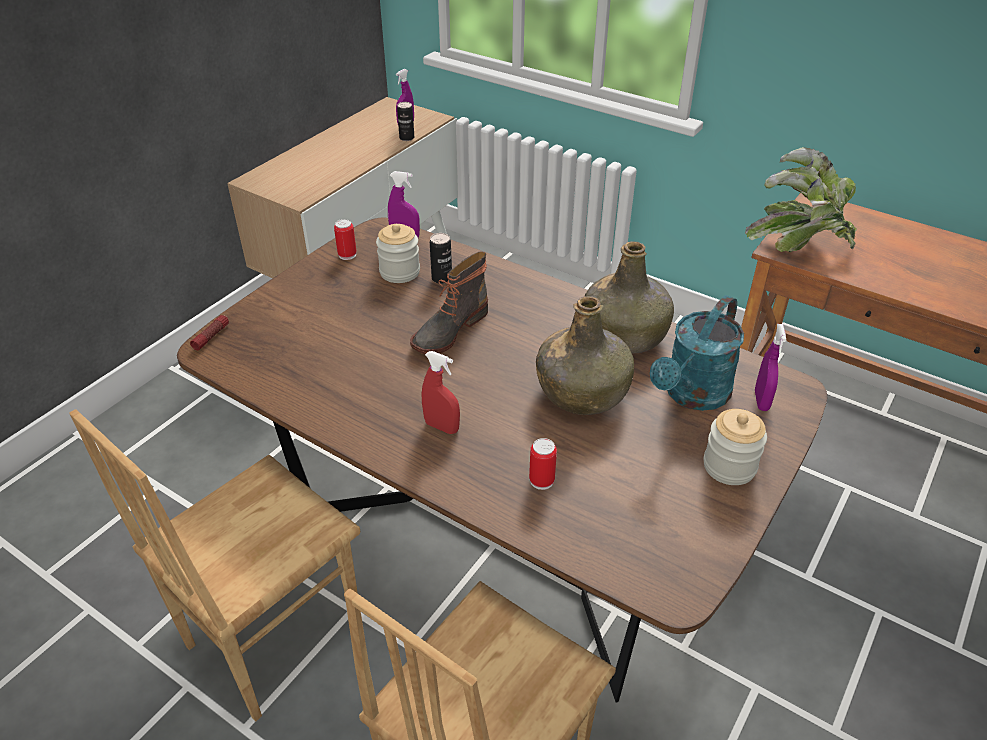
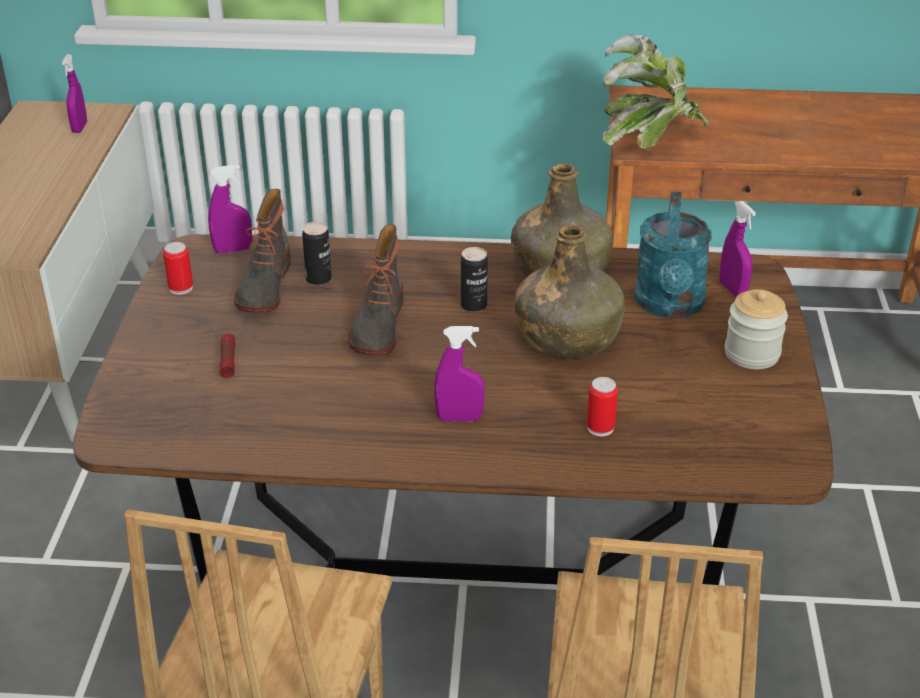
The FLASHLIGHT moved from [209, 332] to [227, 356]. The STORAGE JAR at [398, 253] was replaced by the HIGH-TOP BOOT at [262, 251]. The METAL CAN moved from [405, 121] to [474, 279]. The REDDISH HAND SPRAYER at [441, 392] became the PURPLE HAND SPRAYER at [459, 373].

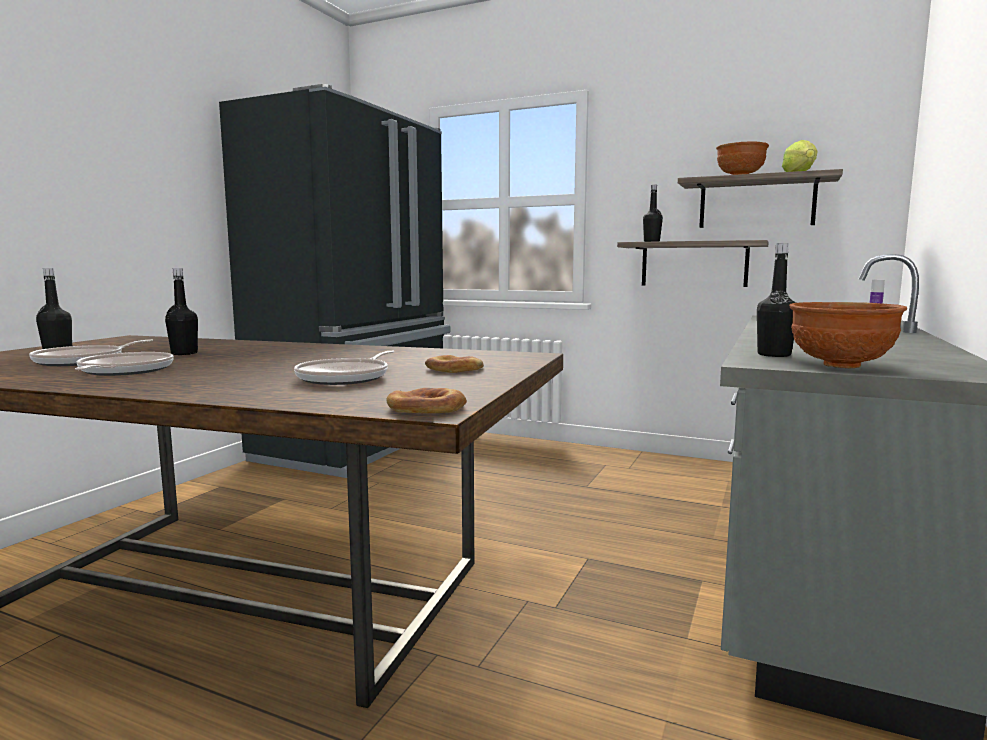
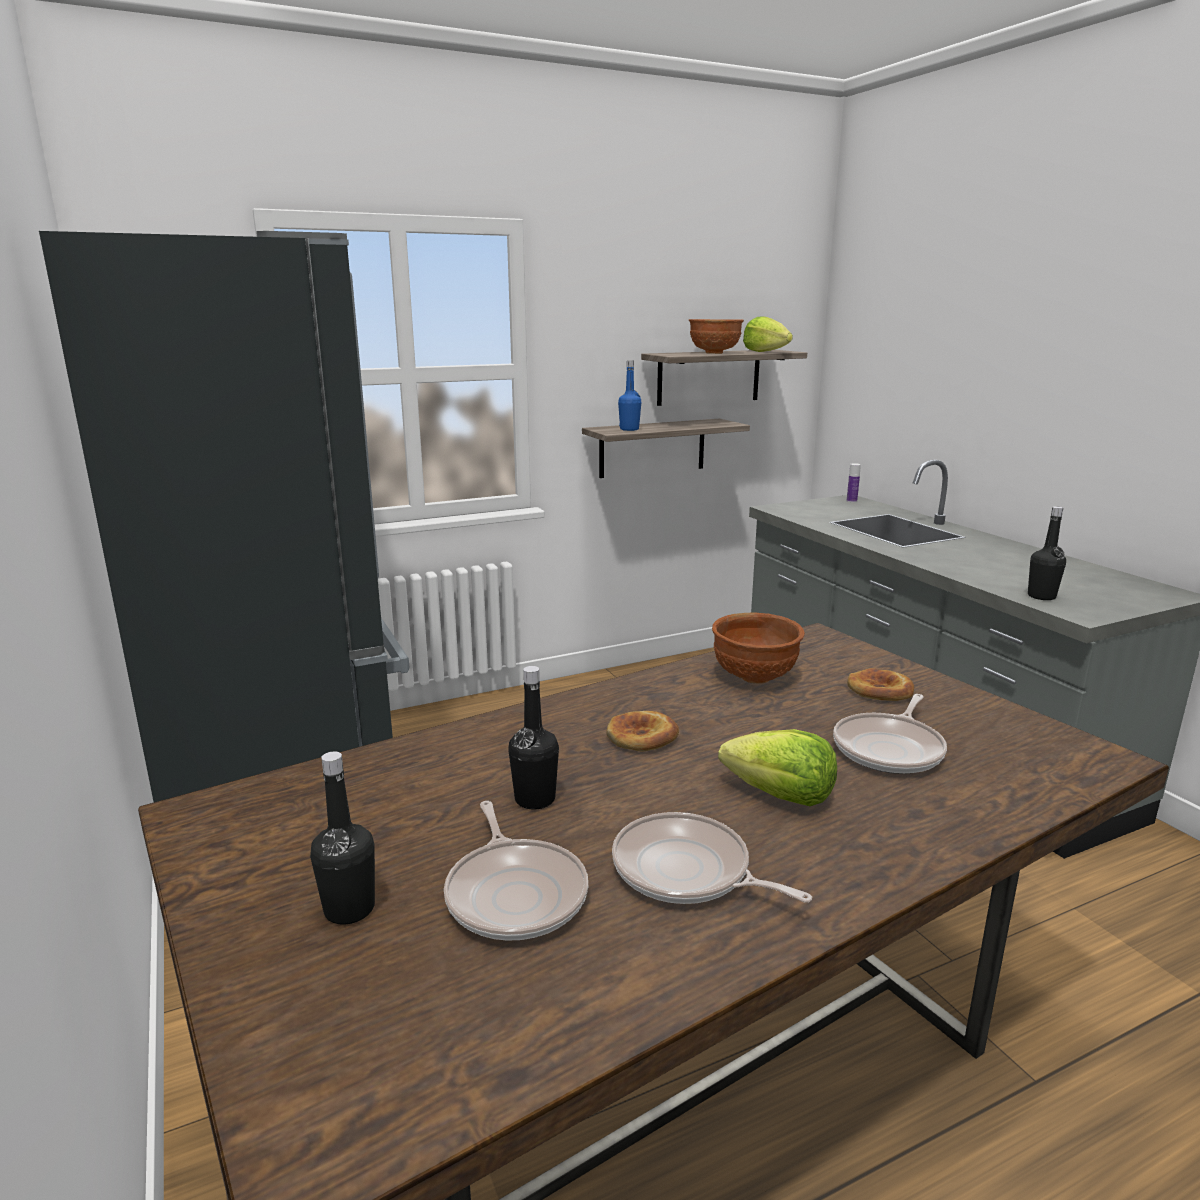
The SKILLET at [344, 367] turned 60 degrees clockwise. The BREAD moved from [426, 400] to [642, 731]. The BLACK-COLOURED BEVERAGE BOTTLE at [653, 213] became the BLUE-COLOURED BEVERAGE BOTTLE at [630, 395]. The BROWNISH SERVING BOWL moved from [848, 335] to [758, 648]. The HEAD OF LETTUCE at [777, 767] appeared.

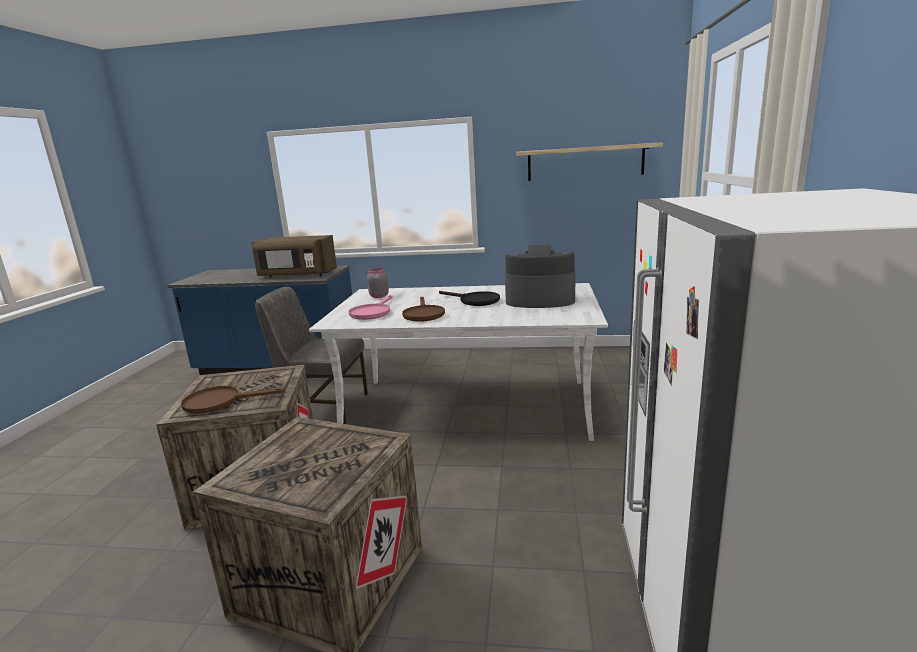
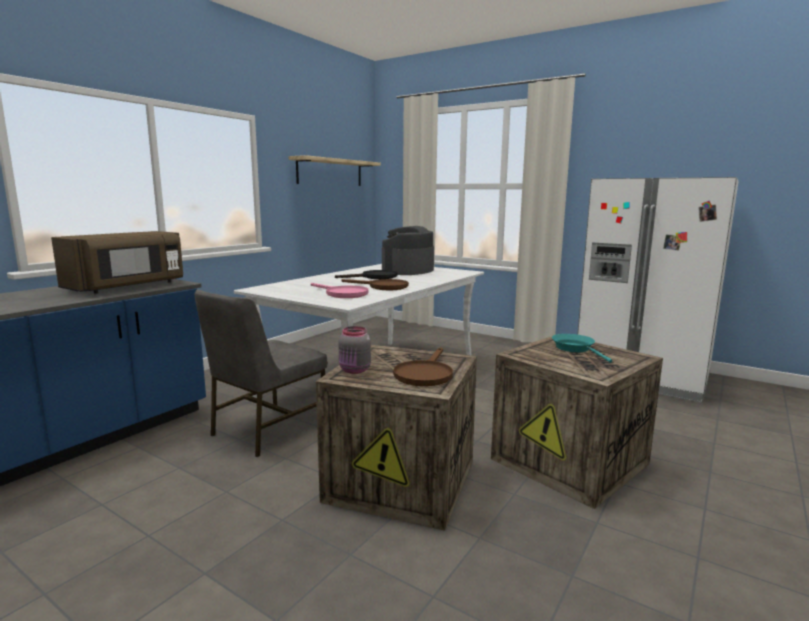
The GREYISH STORAGE JAR moved from [378, 283] to [354, 350]. The BLUE-GREEN SKILLET at [582, 348] appeared.

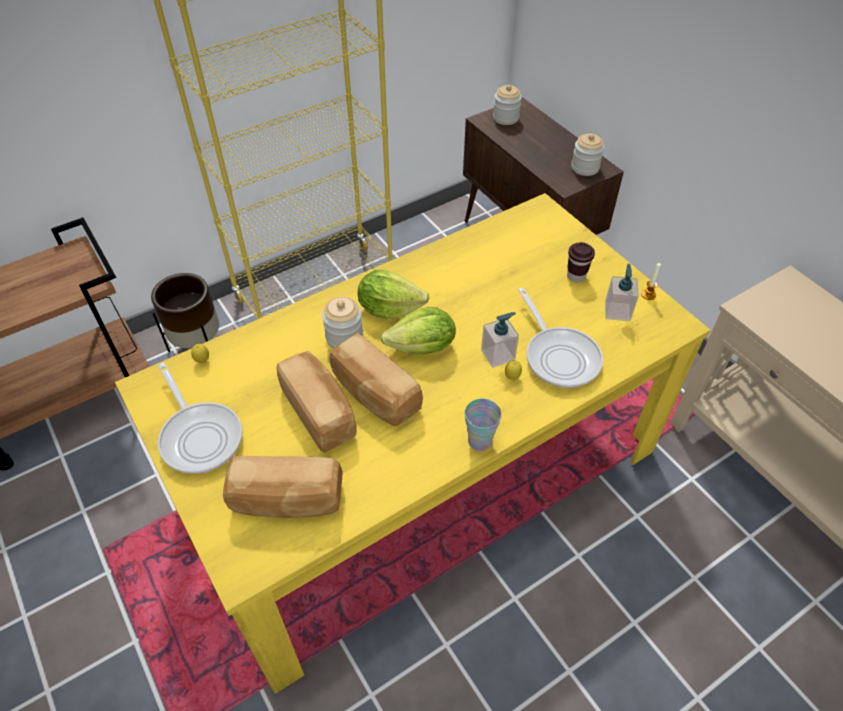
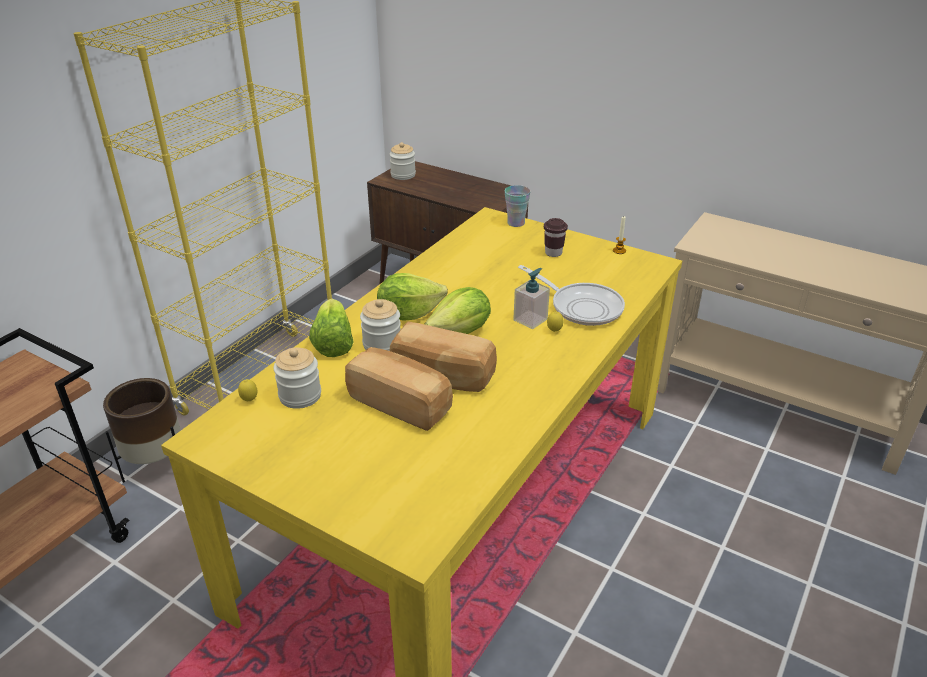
The SKILLET at [200, 418] disappeared. The BREAD at [283, 487] disappeared. The CUP moved from [483, 425] to [517, 206]. The STORAGE JAR moved from [587, 155] to [297, 378]. The SOAP BOTTLE at [622, 292] disappeared. The HEAD OF LETTUCE at [331, 328] appeared.

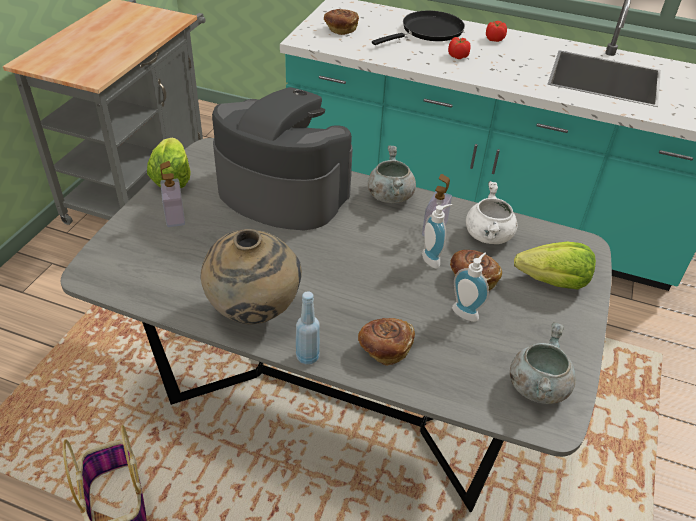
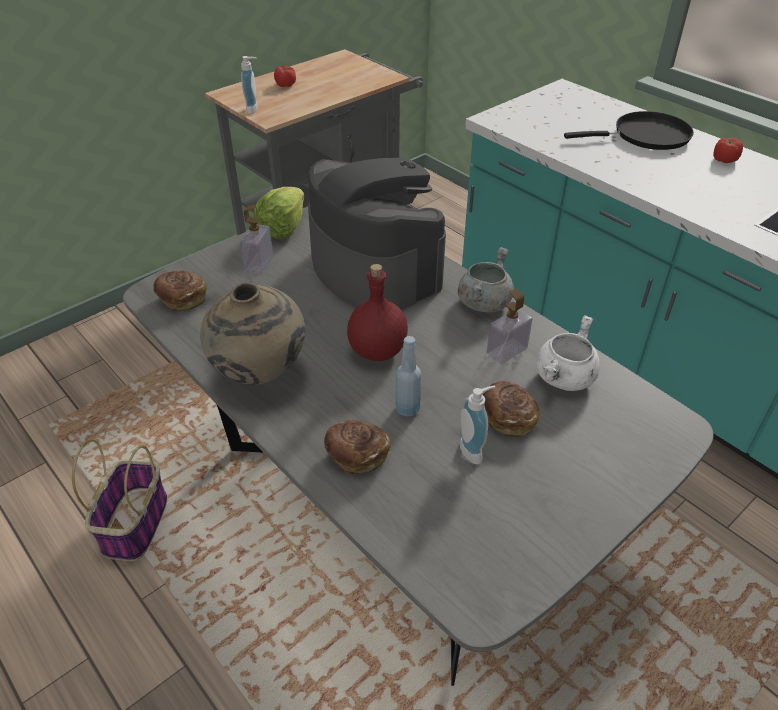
The BLUE-COLOURED BEVERAGE BOTTLE moved from [308, 328] to [408, 376]. The BREAD moved from [341, 22] to [180, 291]. The SOAP BOTTLE moved from [437, 236] to [249, 85]. The FRESH TOMATO moved from [459, 48] to [285, 76]. The GREYISH COOKING POT at [543, 363] disappeared. The HEAD OF LETTUCE at [555, 266] disappeared. The REDDISH BEVERAGE BOTTLE at [377, 312] appeared.

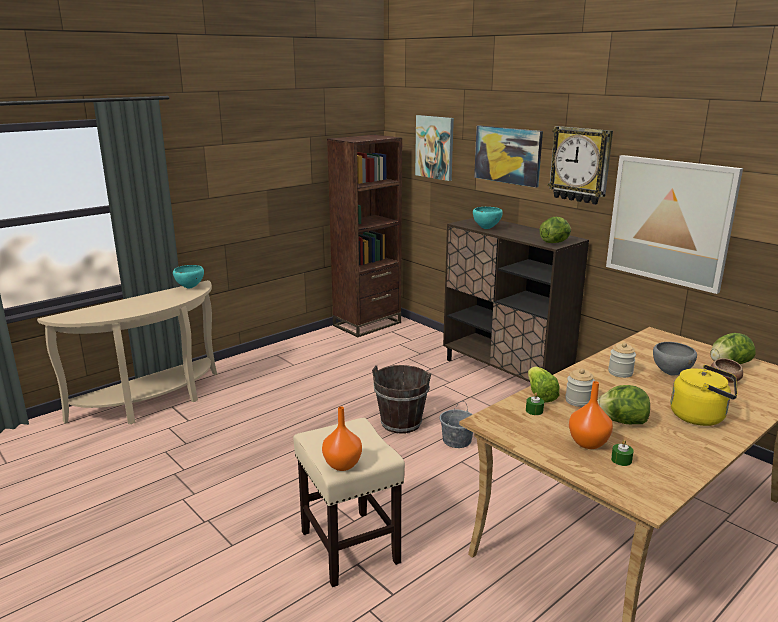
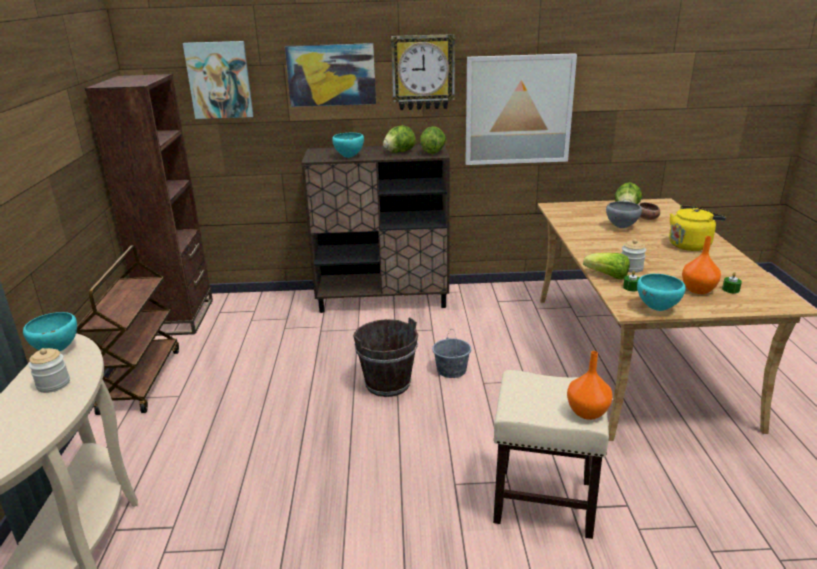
The HEAD OF LETTUCE moved from [623, 404] to [399, 139]. The STORAGE JAR moved from [622, 360] to [49, 370]. The BROWNISH WHEELED CART at [127, 330] appeared. The BLUE-GREEN SERVING BOWL at [661, 292] appeared.

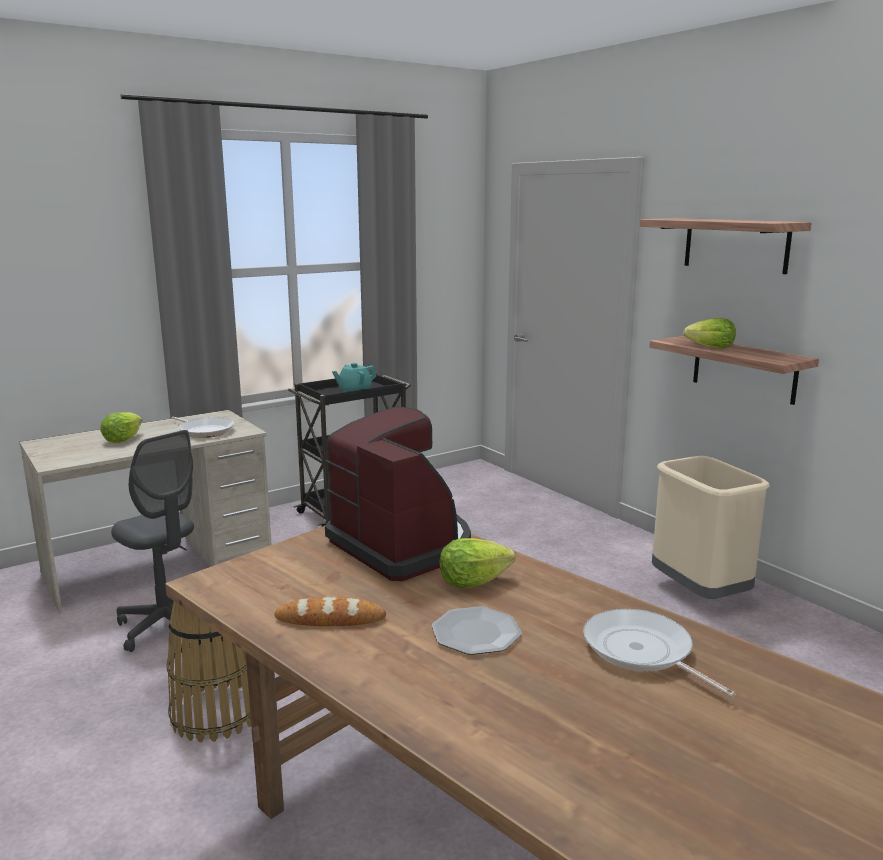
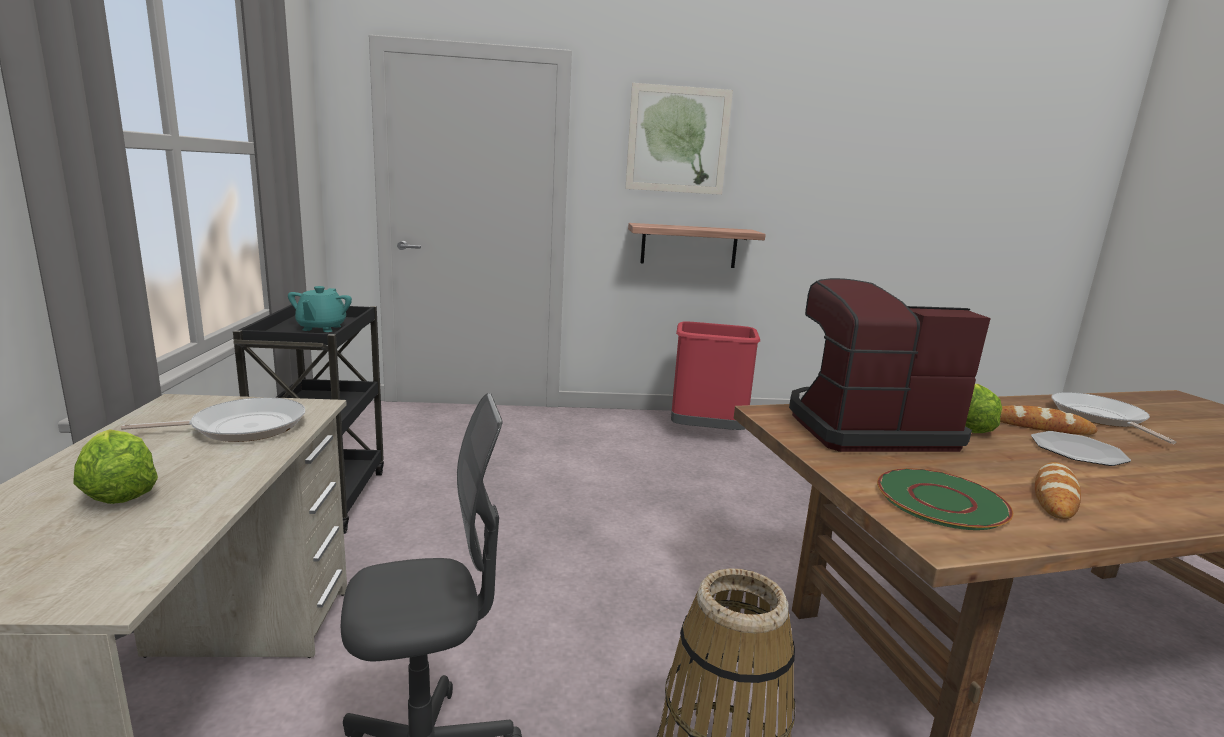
The SKILLET at [659, 653] turned 90 degrees clockwise. The SHELF at [726, 246] was replaced by the WALL PICTURE at [679, 139]. The BEIGE RUBBISH BIN at [711, 527] became the REDDISH RUBBISH BIN at [715, 376]. The HEAD OF LETTUCE at [709, 333] disappeared. The GREENISH PLATE at [945, 499] appeared. The BREAD at [1048, 420] appeared.

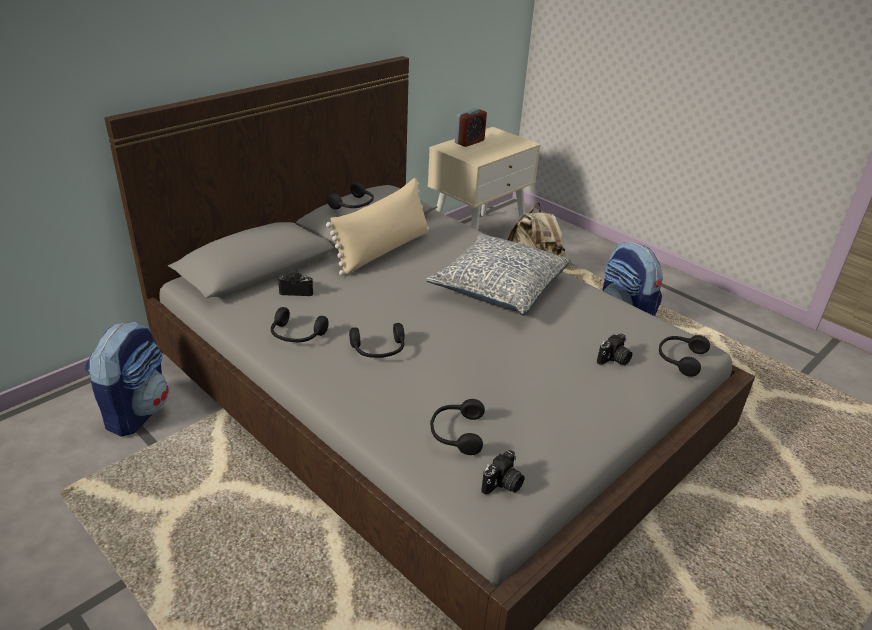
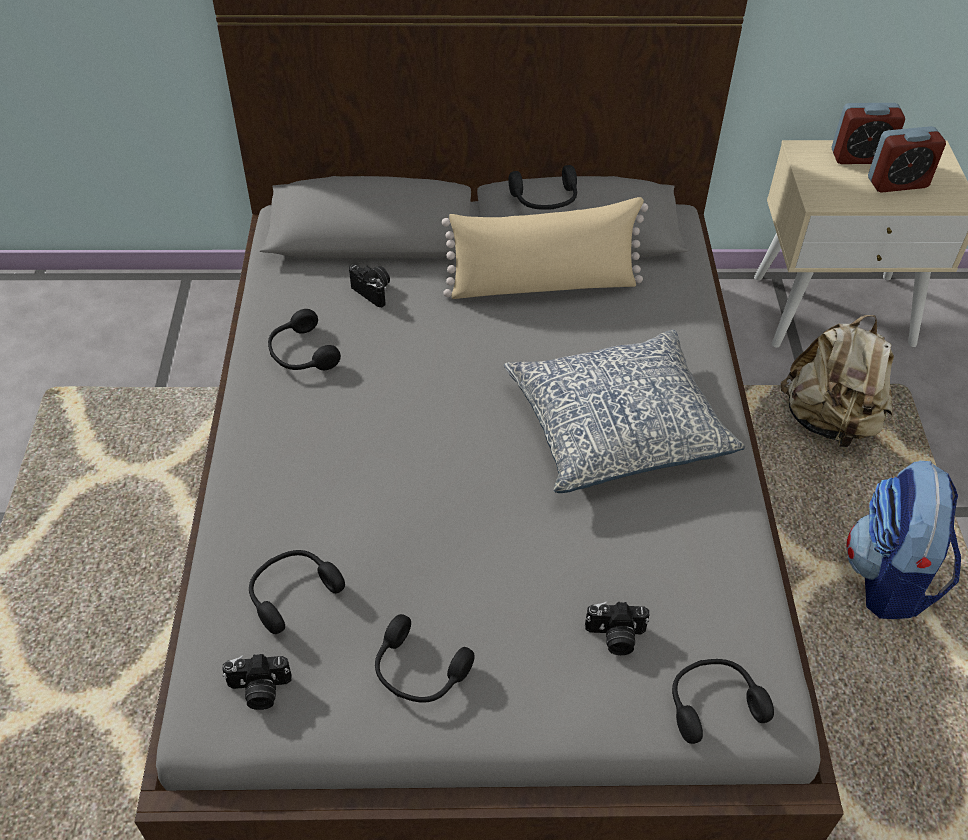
The KNAPSACK at [127, 379] disappeared. The BLACK-COLOURED HEADSET moved from [377, 340] to [425, 658]. The ALARM CLOCK at [907, 159] appeared.

